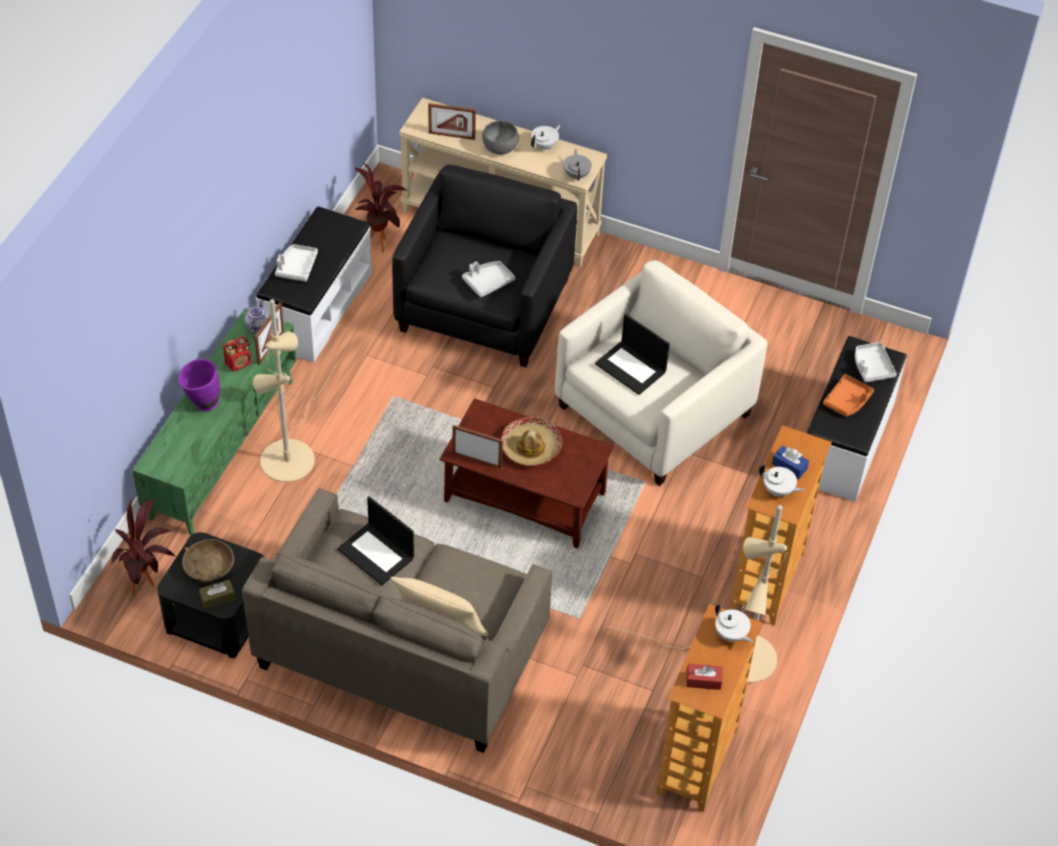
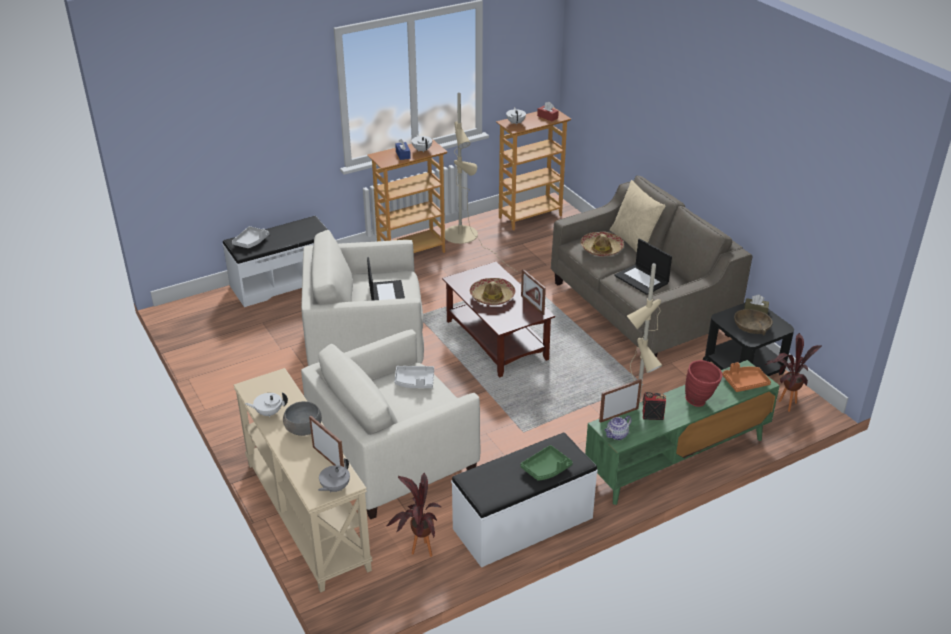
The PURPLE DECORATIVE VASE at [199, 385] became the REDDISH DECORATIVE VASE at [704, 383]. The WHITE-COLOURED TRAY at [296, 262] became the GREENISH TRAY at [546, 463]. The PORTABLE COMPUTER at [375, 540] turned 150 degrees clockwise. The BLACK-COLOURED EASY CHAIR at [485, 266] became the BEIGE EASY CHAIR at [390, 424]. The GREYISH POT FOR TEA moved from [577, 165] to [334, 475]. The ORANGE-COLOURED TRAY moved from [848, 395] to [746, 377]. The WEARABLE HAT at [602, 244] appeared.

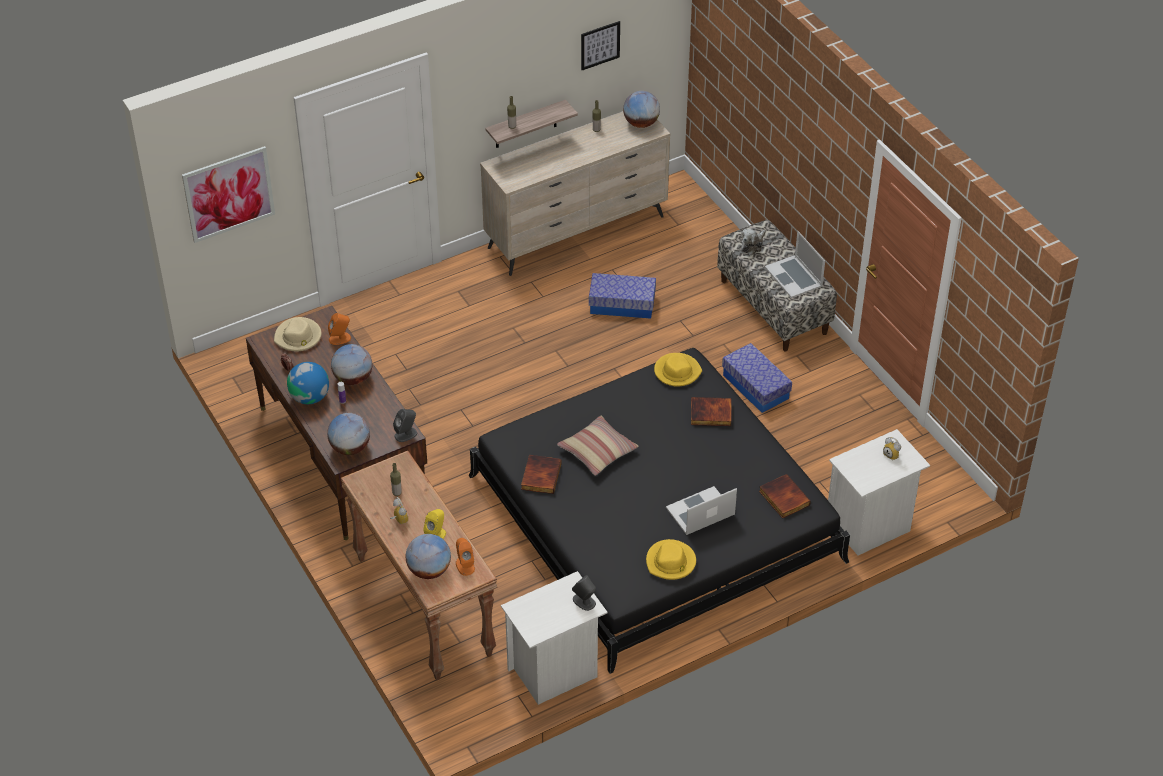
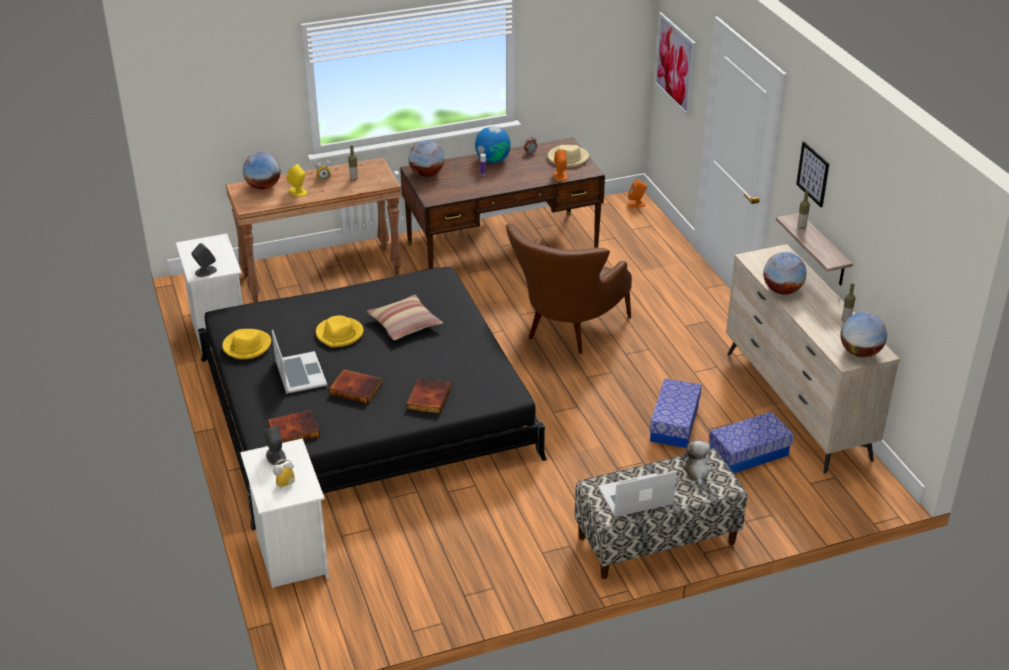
The GLOBE moved from [351, 364] to [785, 273]. The GREYISH SPEAKER moved from [405, 425] to [275, 445]. The ORANGE-COLOURED SPEAKER moved from [465, 557] to [637, 194]. The VOLUME moved from [541, 474] to [356, 386]. The WALL PICTURE moved from [600, 45] to [812, 174]. The YELLOW-COLOURED WEARABLE HAT moved from [678, 370] to [339, 331]. The STORAGE CONTAINER moved from [757, 378] to [751, 442]. The SOFT TOY at [753, 242] turned 45 degrees clockwise. The BROWNISH EASY CHAIR at [569, 289] appeared.

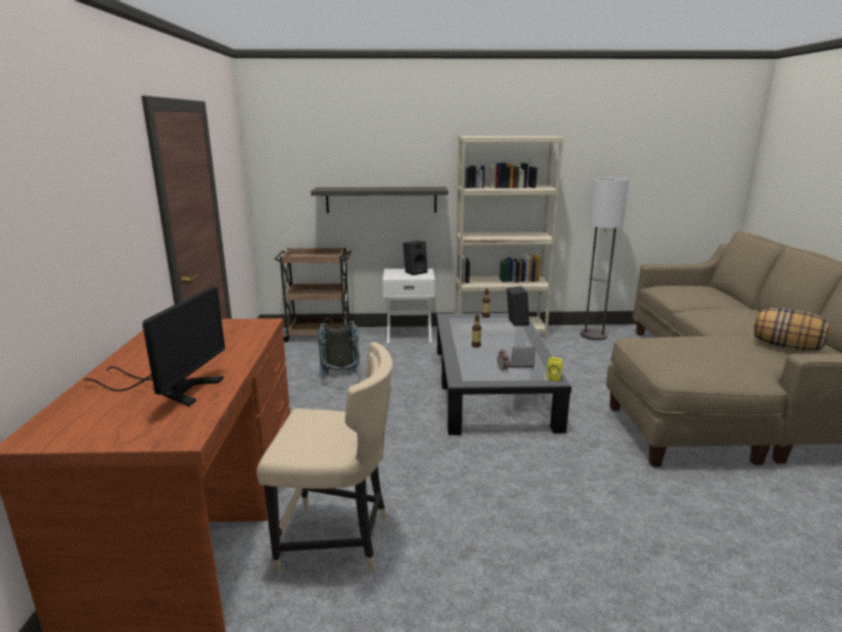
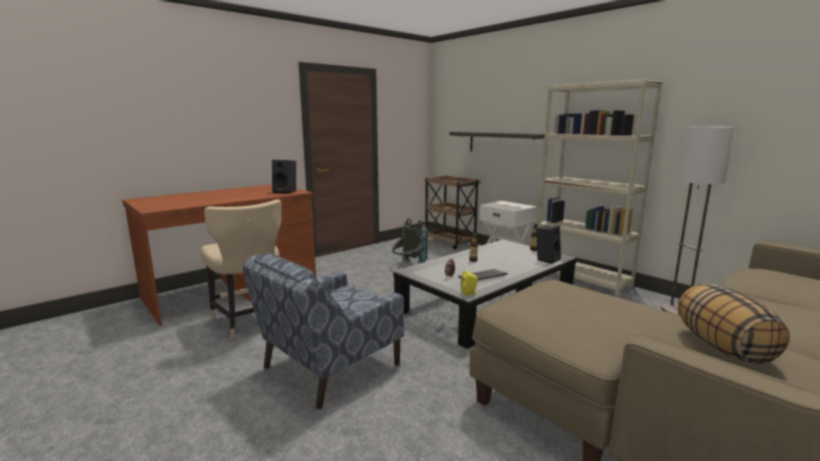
The COMPUTER DISPLAY at [154, 346] disappeared. The BLACK-COLOURED SPEAKER moved from [415, 258] to [284, 177]. The BLUE-COLOURED EASY CHAIR at [323, 331] appeared.

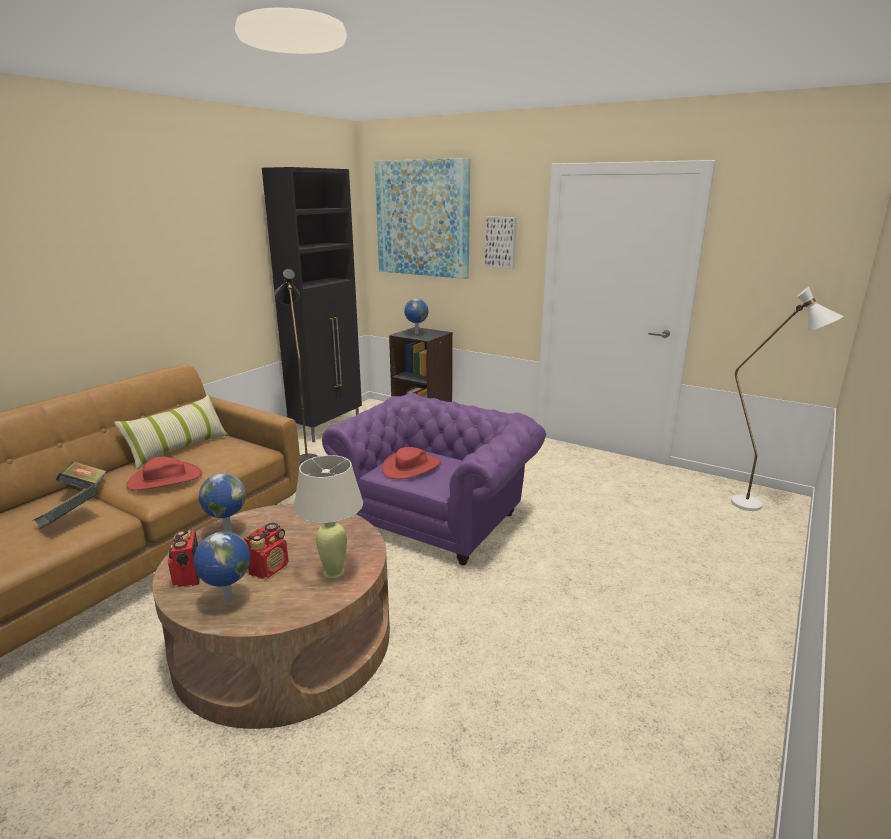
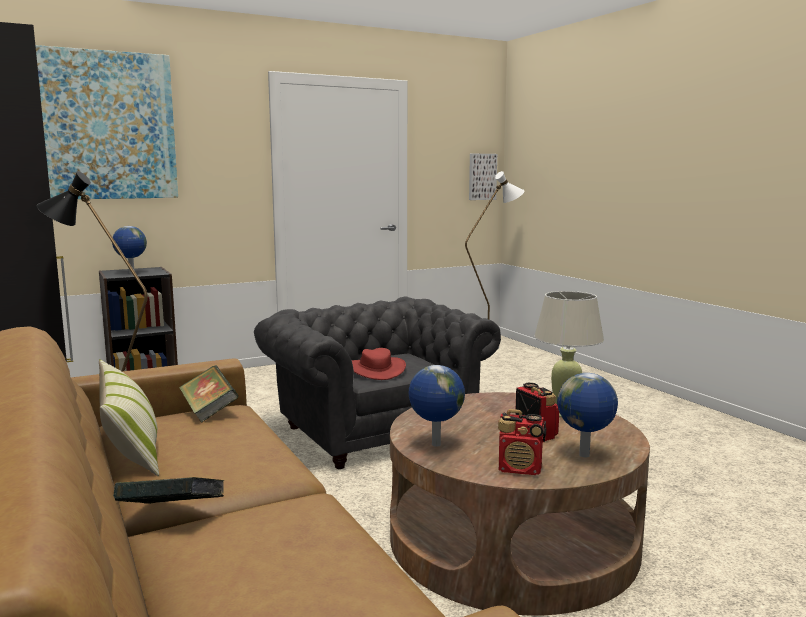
The VOLUME moved from [65, 507] to [209, 394]. The REDDISH WEARABLE HAT at [164, 474] disappeared. The PURPLE EASY CHAIR at [434, 479] became the GREYISH EASY CHAIR at [377, 383]. The WALL PICTURE moved from [500, 242] to [483, 177].

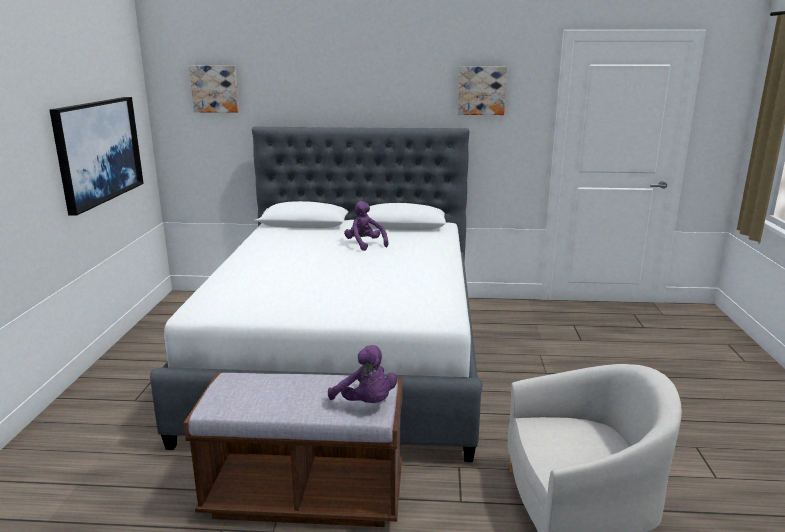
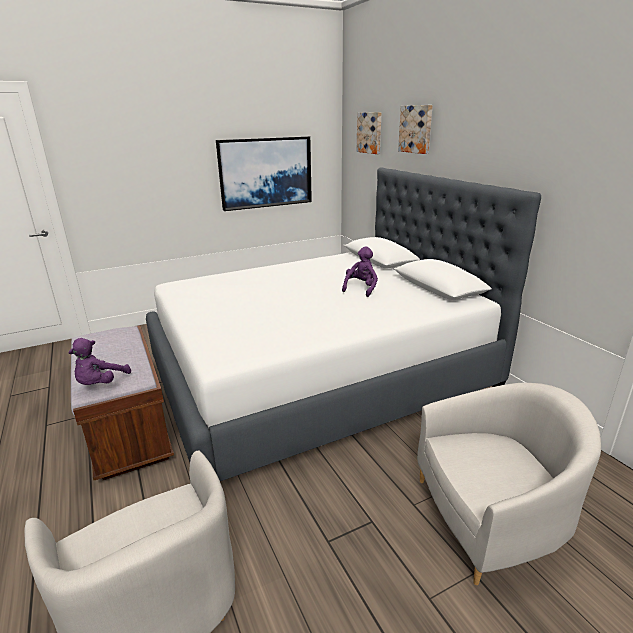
The WALL PICTURE moved from [482, 91] to [415, 129]. The WHITE-COLOURED EASY CHAIR at [509, 484] appeared.

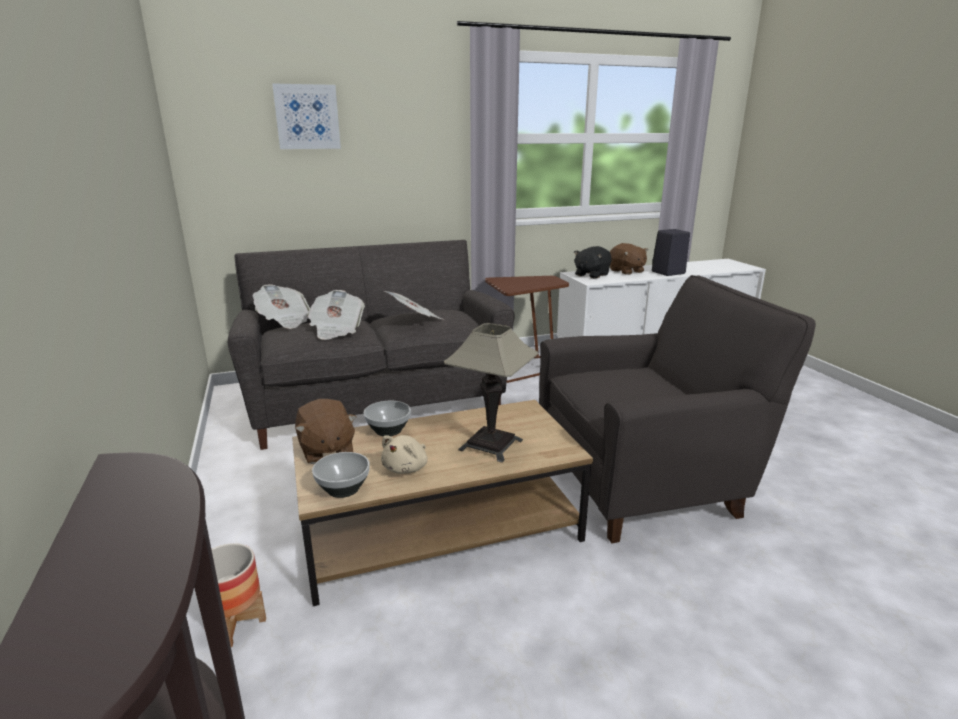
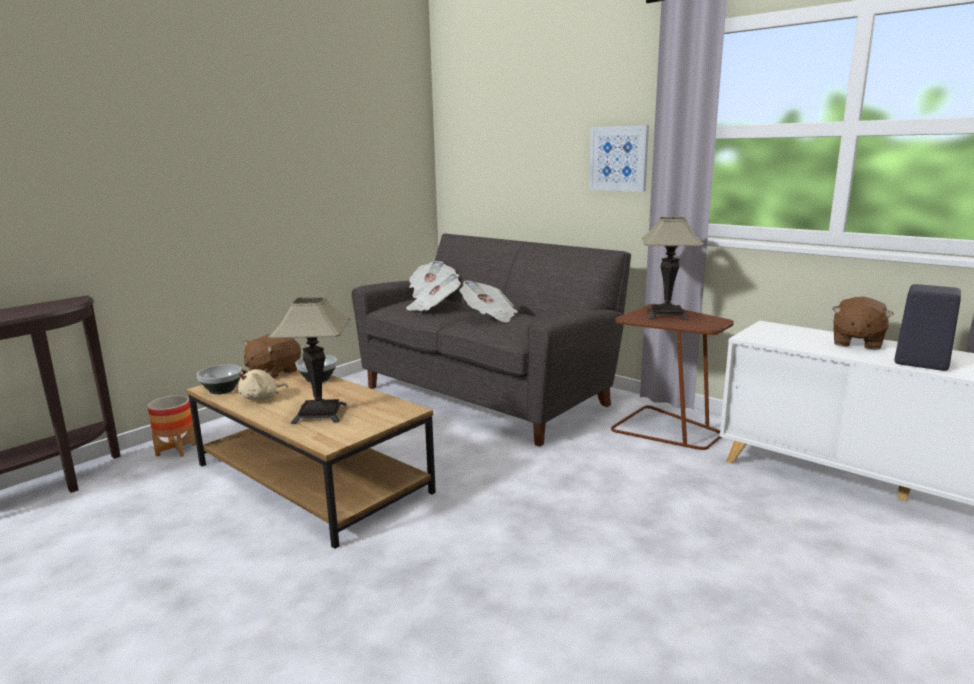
The WALL PICTURE moved from [306, 116] to [619, 158]. The BEIGE SOFT TOY at [404, 454] turned 45 degrees counterclockwise. The GREYISH EASY CHAIR at [677, 409] disappeared. The BLACK-COLOURED SOFT TOY at [593, 262] disappeared. The TABLE LAMP at [673, 268] appeared.

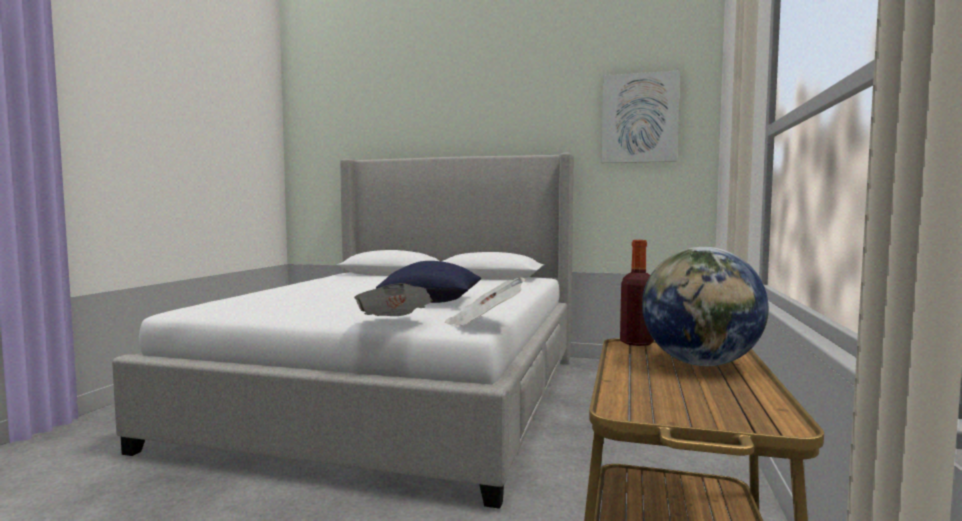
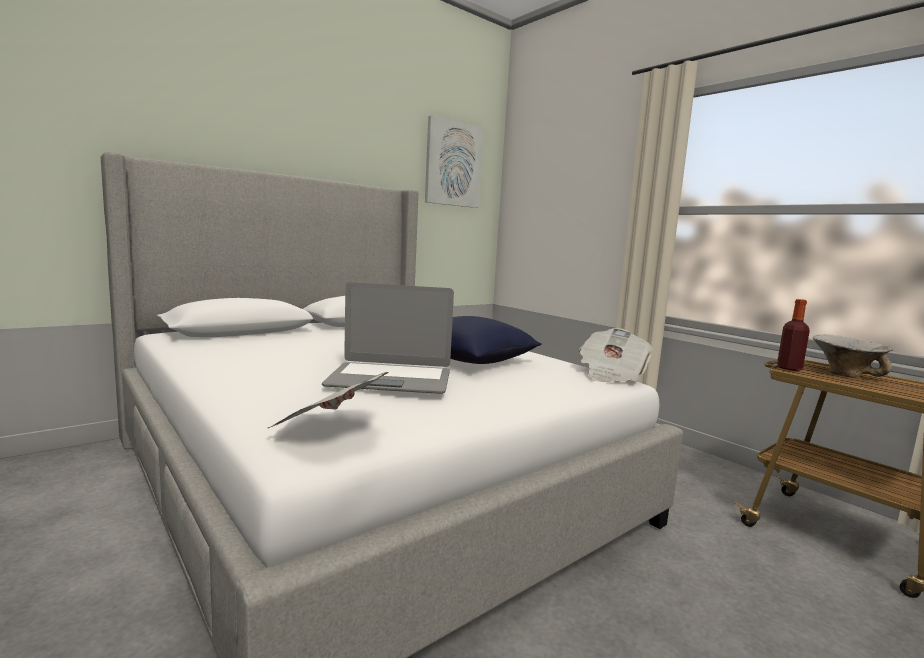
The PRINTED PAPER moved from [393, 299] to [328, 400]. The GLOBE at [705, 306] was replaced by the SERVING BOWL at [852, 356]. The PORTABLE COMPUTER at [388, 338] appeared.

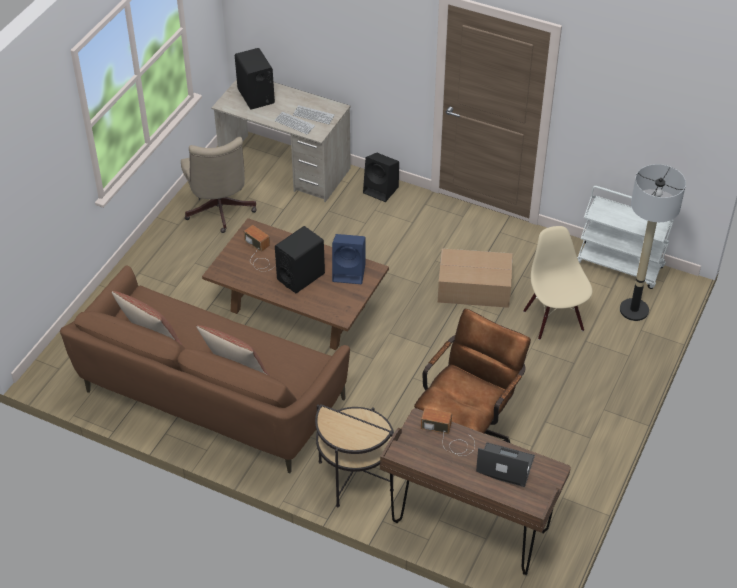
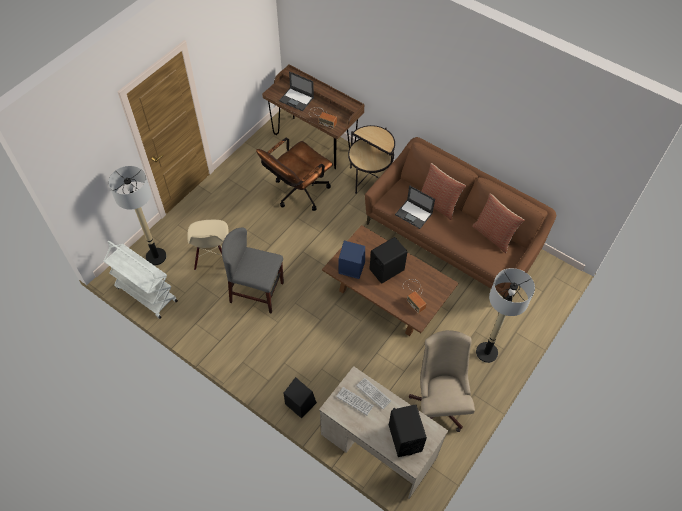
The PACKING BOX at [475, 278] was replaced by the GREYISH PLAIN CHAIR at [253, 270]. The PORTABLE COMPUTER at [415, 207] appeared. The FLOOR LAMP at [505, 315] appeared.

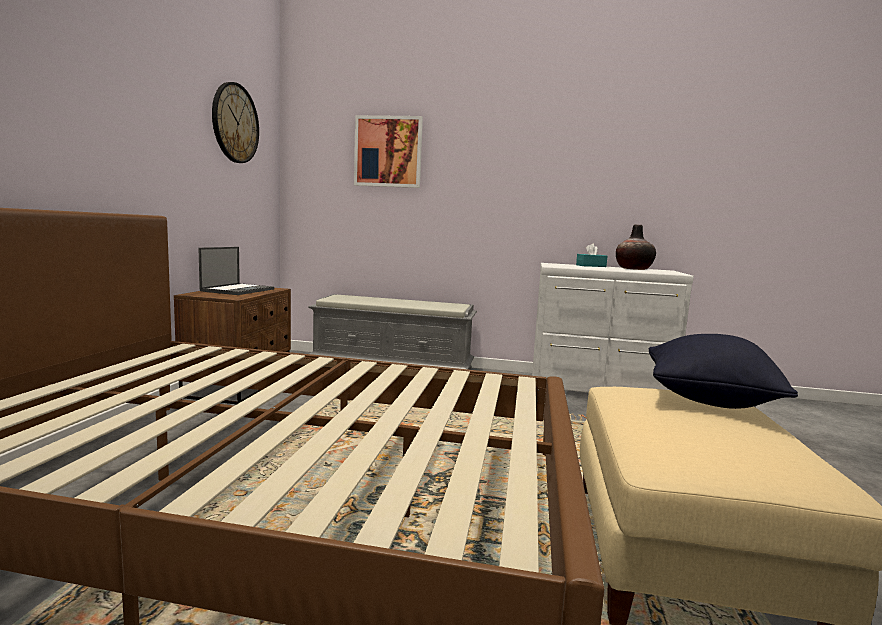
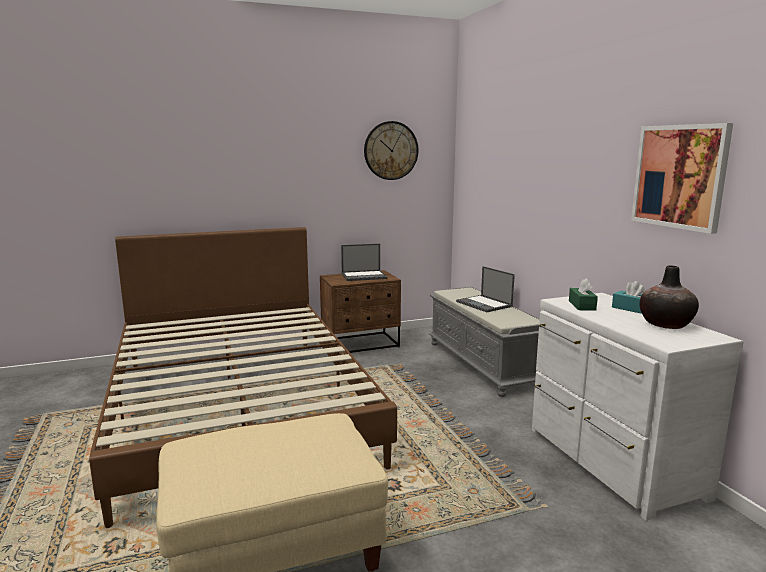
The WALL PICTURE moved from [388, 151] to [682, 178]. The BLACK-COLOURED PILLOW at [723, 371] disappeared. The PORTABLE COMPUTER at [485, 289] appeared. The GREENISH TISSUE HOLDER at [583, 295] appeared.

